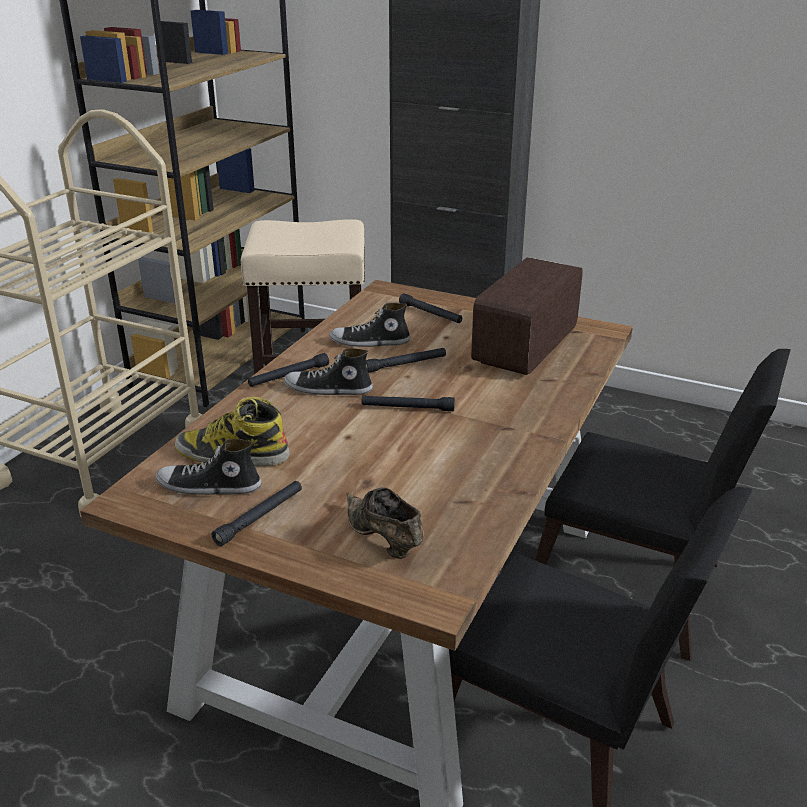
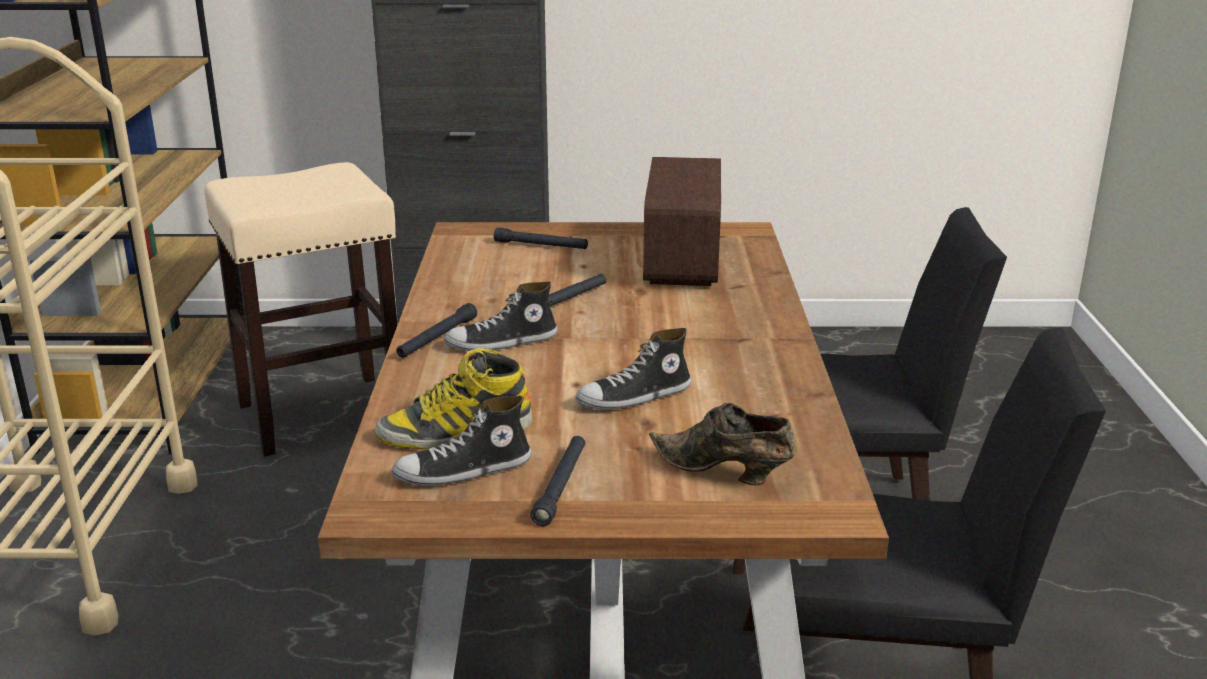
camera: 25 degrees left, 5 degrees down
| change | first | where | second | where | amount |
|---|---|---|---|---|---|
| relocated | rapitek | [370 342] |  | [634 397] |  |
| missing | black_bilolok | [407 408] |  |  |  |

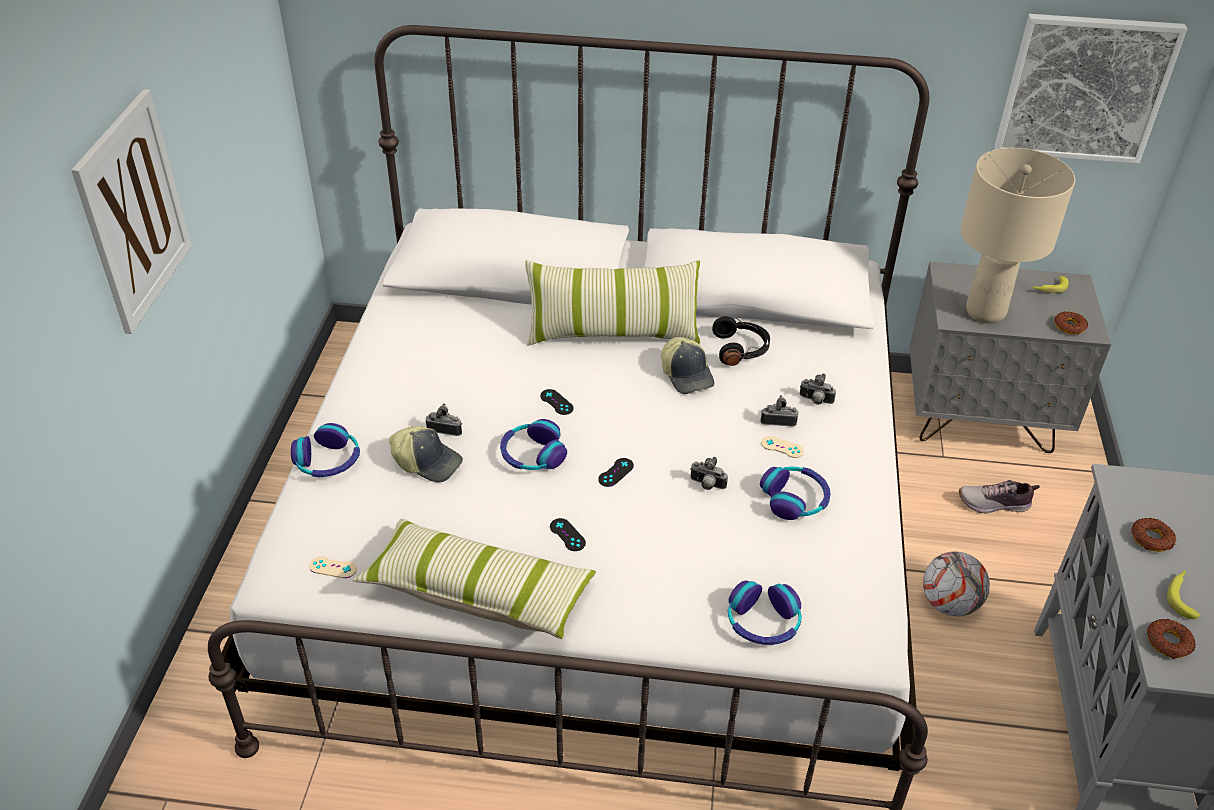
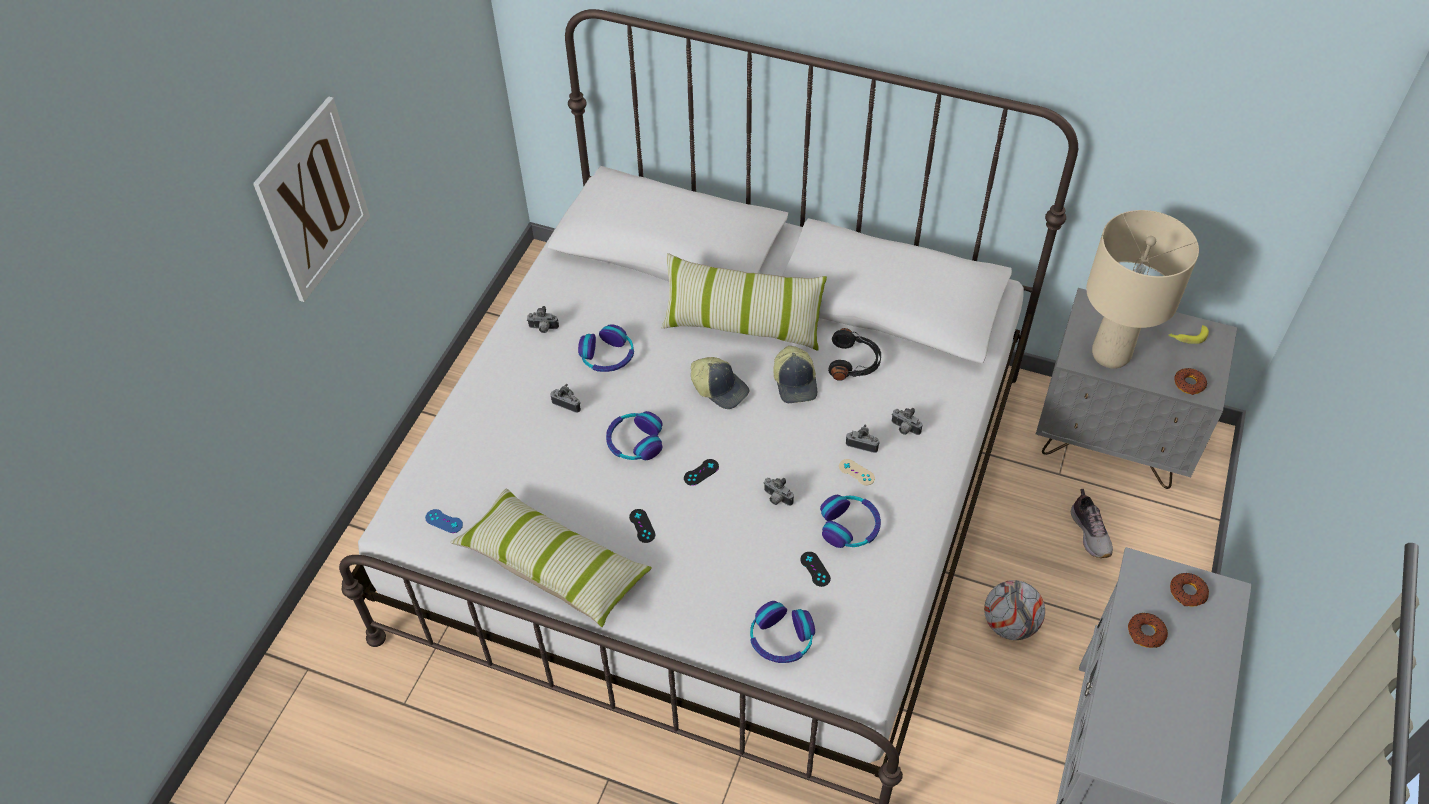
camera: 15 degrees right, 10 degrees up
| change | first | where | second | where | amount |
|---|---|---|---|---|---|
| relocated | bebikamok | [328 461] |  | [607 356] |  |
| colour | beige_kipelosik | [333 567] | blue_kipelosik | [444 521] |  |
| relocated | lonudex | [427 462] |  | [720 388] |  |
| relocated | black_kipelosik | [556 402] |  | [815 569] |  |
| spun | rapitek | [994 504] |  | [1090 532] | 120 degrees counterclockwise |
| missing | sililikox | [1085 88] |  |  |  |
| relocated | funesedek | [1168 642] |  | [1188 592] |  |
| missing | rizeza | [1182 596] |  |  |  |
| appeared |  |  | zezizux | [543 329] |  |

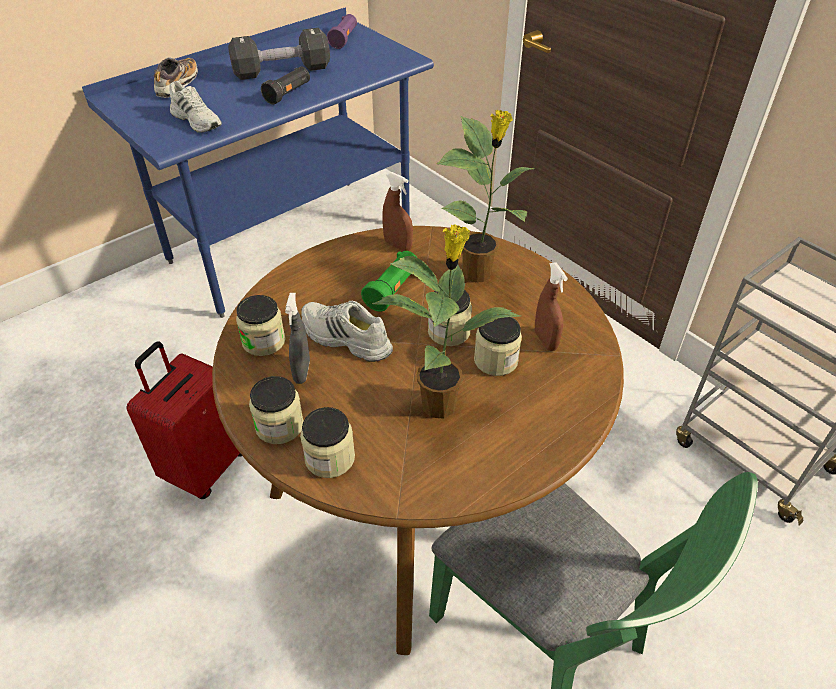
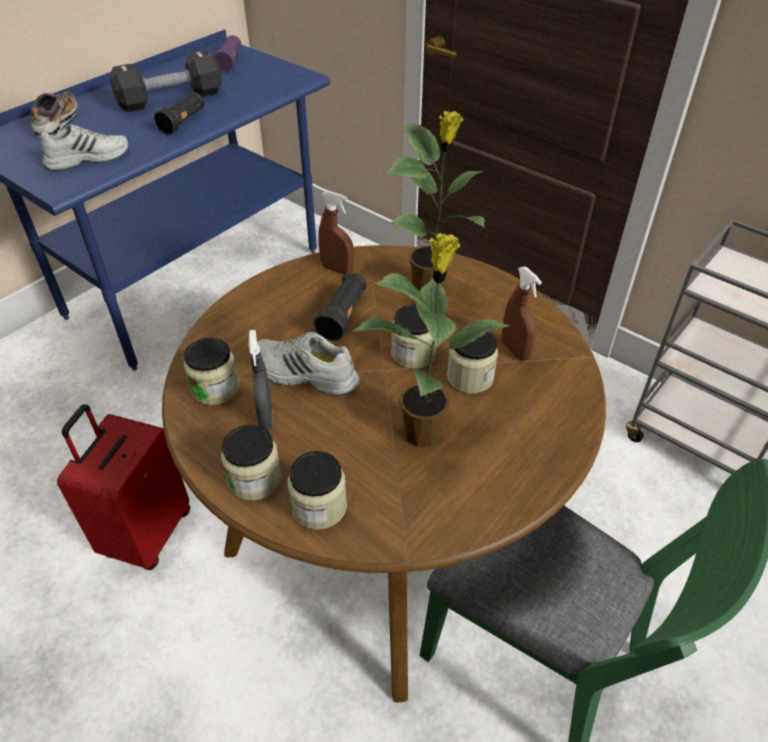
camera: 10 degrees left, 0 degrees up
| change | first | where | second | where | amount |
|---|---|---|---|---|---|
| spun | white_rapitek | [197 120] |  | [88 158] | 60 degrees counterclockwise |
| colour | green_bilolok | [393 290] | black_bilolok | [343 316] |  |

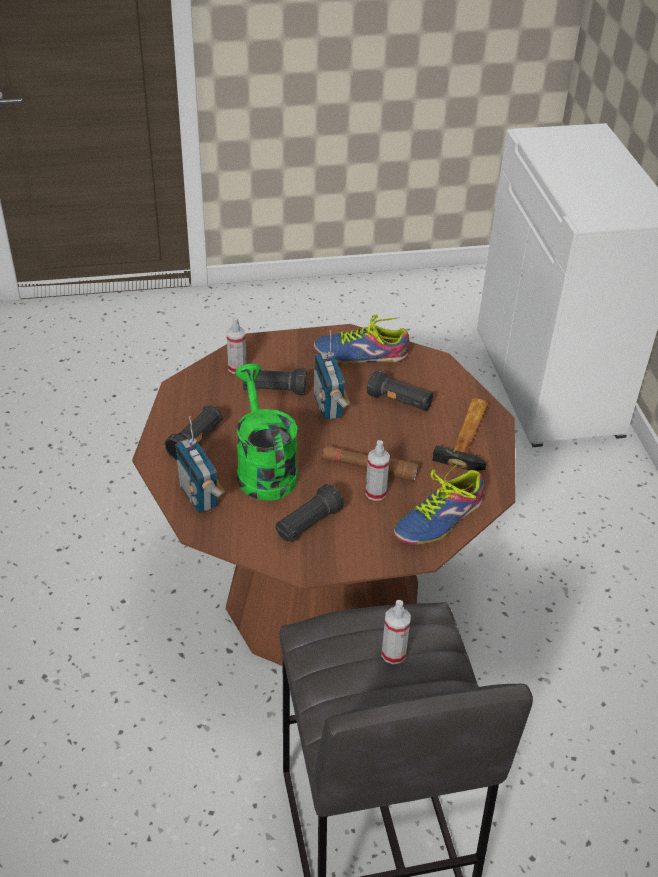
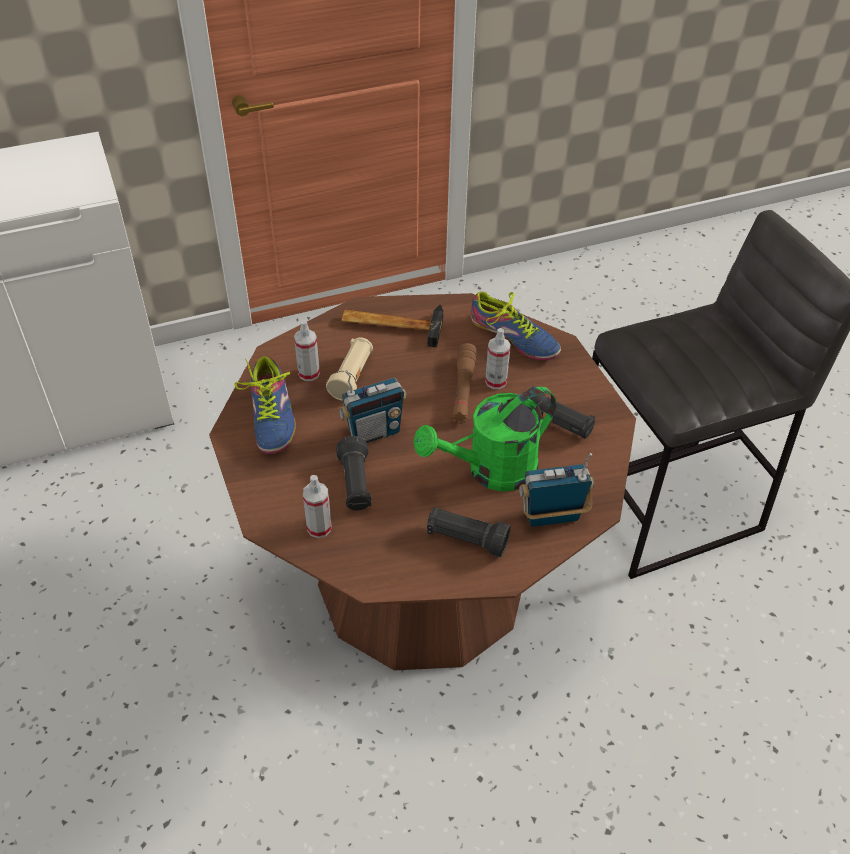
camera: 100 degrees left, 5 degrees up
| change | first | where | second | where | amount |
|---|---|---|---|---|---|
| spun | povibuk | [200 496] |  | [552 517] | 150 degrees counterclockwise |
| colour | black_bilolok | [400 402] | beige_bilolok | [352 377] |  |
| relocated | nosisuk | [393 654] |  | [309 373] |  |

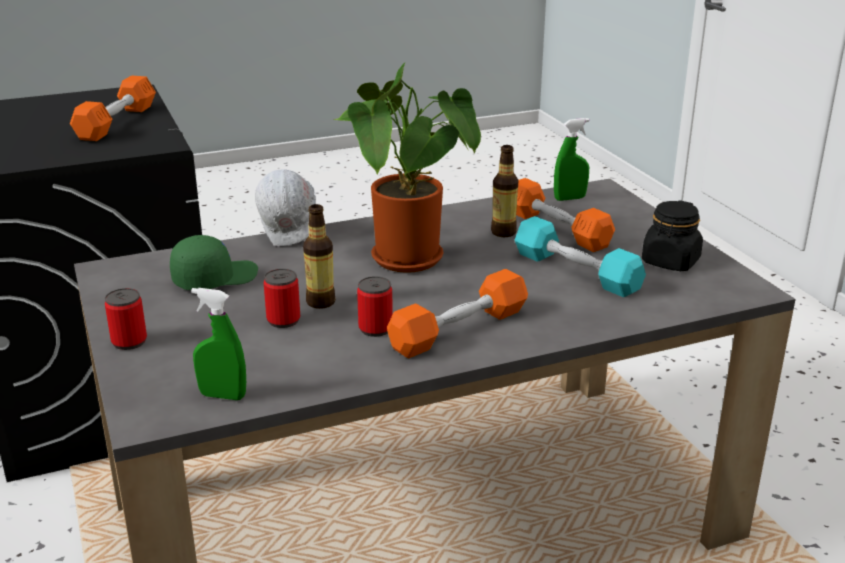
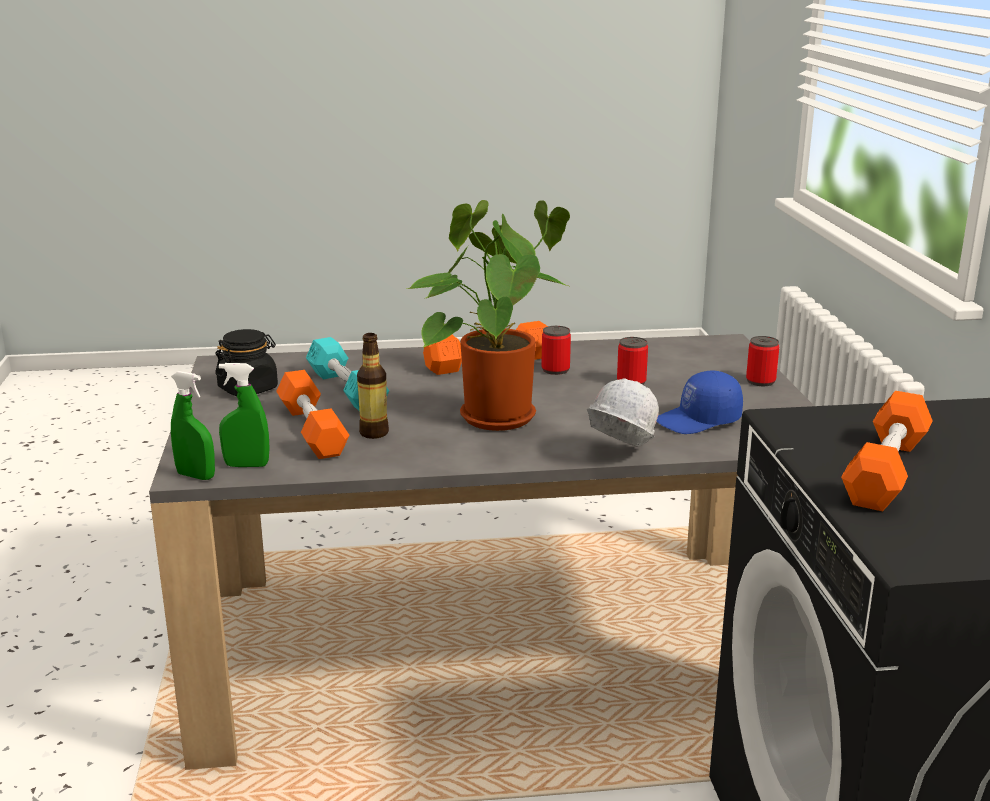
camera: 165 degrees left, 5 degrees down
| change | first | where | second | where | amount |
|---|---|---|---|---|---|
| colour | green_lonudex | [214 278] | blue_lonudex | [699 421] |  |
| relocated | green_nosisuk | [222 396] |  | [196 476] |  |
| missing | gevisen | [320 302] |  |  |  |

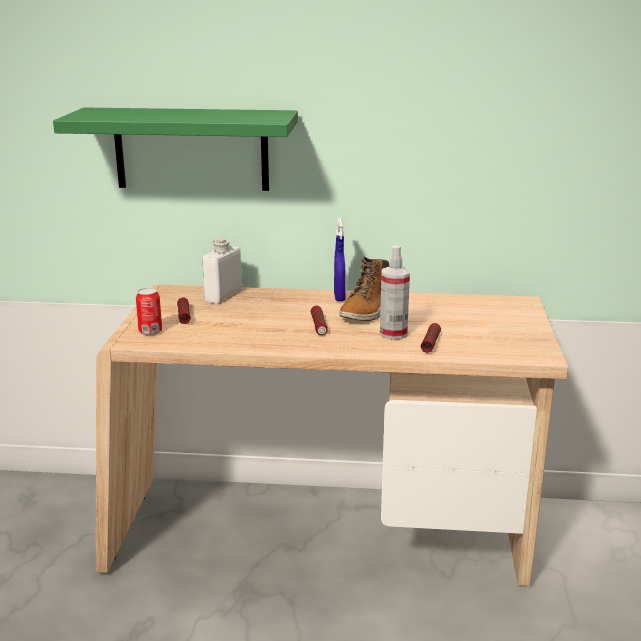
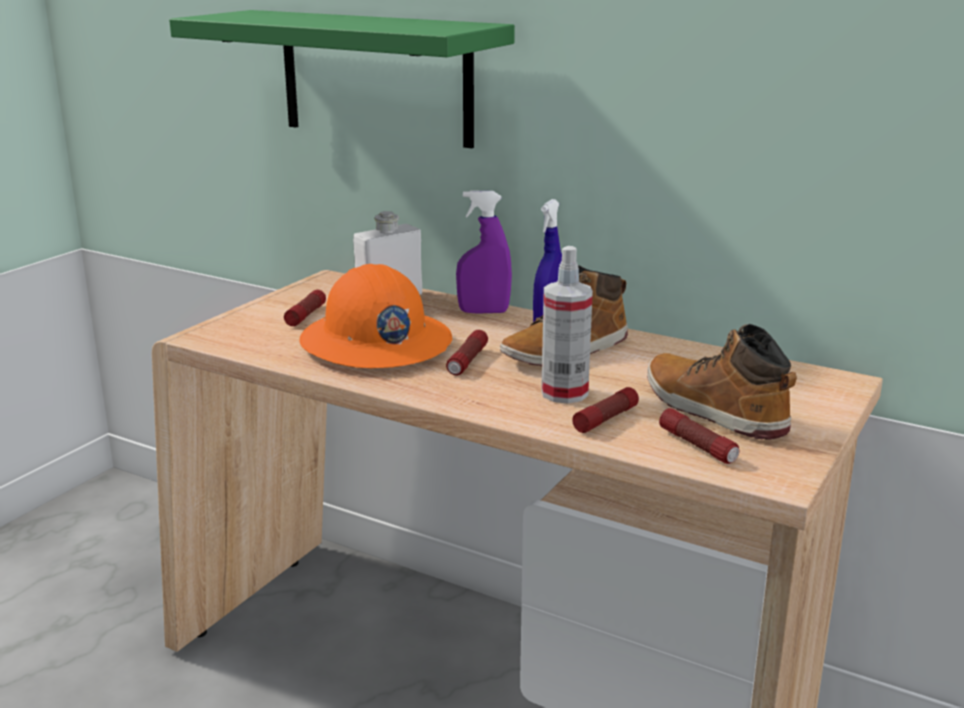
camera: 25 degrees right, 0 degrees up
| change | first | where | second | where | amount |
|---|---|---|---|---|---|
| missing | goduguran | [150 331] |  |  |  |
| appeared |  |  | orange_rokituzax | [375 344] |  |
| appeared |  |  | purple_nosisuk | [483 311] |  |
| appeared |  |  | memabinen | [712 410] |  |
| appeared |  |  | bilolok | [698 446] |  |

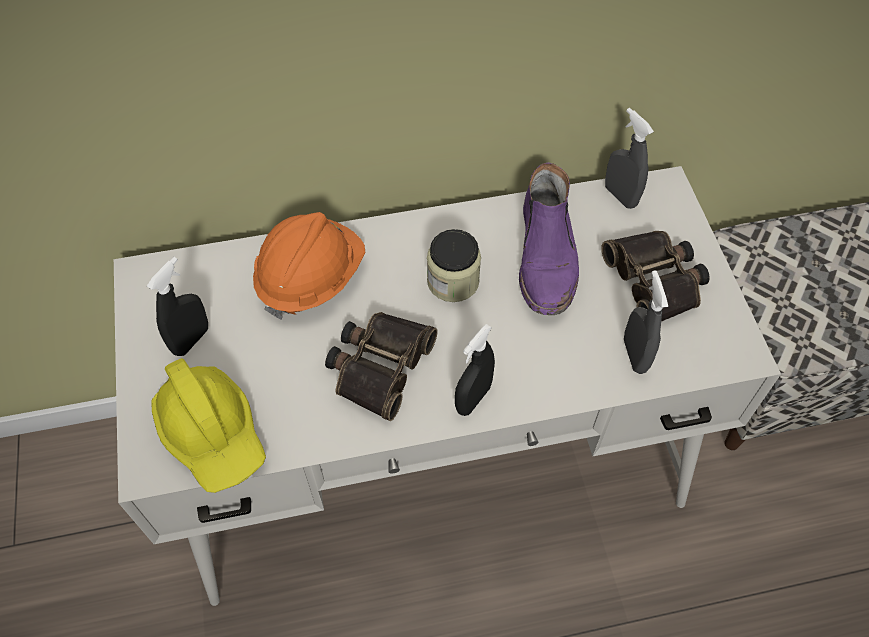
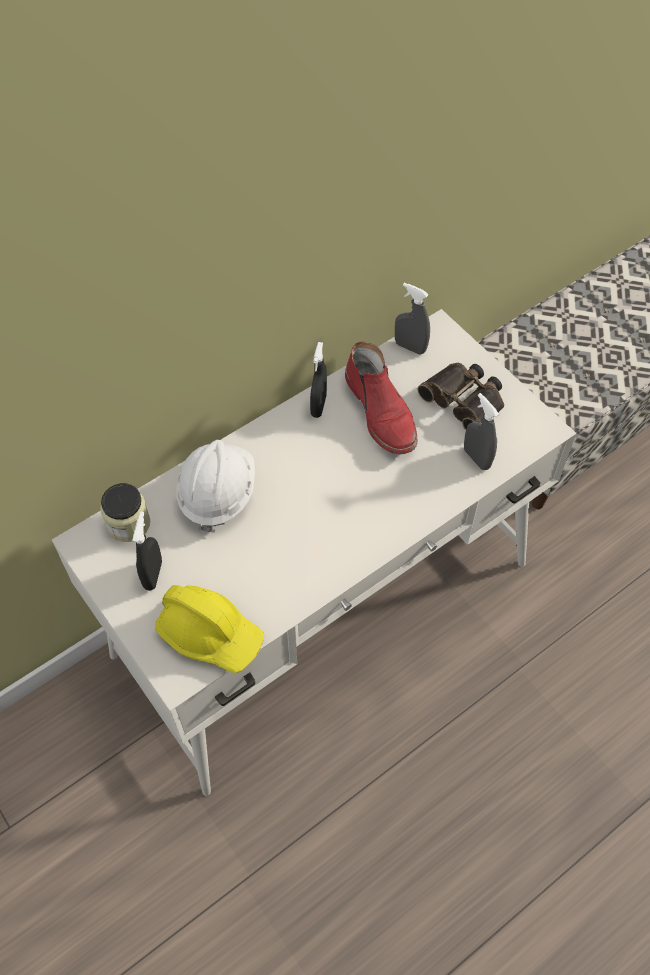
camera: 25 degrees left, 0 degrees up
| change | first | where | second | where | amount |
|---|---|---|---|---|---|
| colour | orange_rokituzax | [311 278] | white_rokituzax | [217 494] |  |
| missing | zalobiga | [379 365] |  |  |  |
| relocated | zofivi | [453 281] |  | [128 524] |  |
| relocated | black_nosisuk | [473 399] |  | [318 406] |  |
| colour | purple_memabinen | [547 257] | red_memabinen | [381 412] |  |

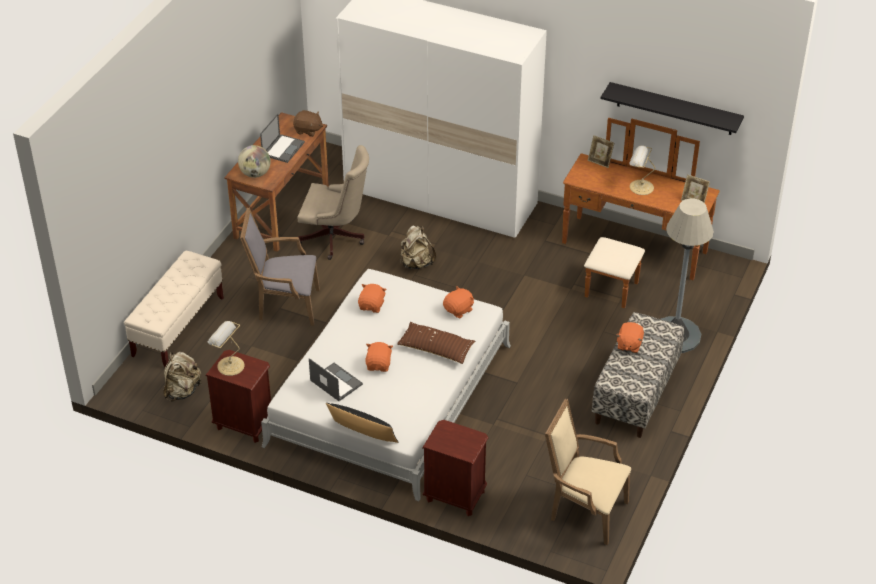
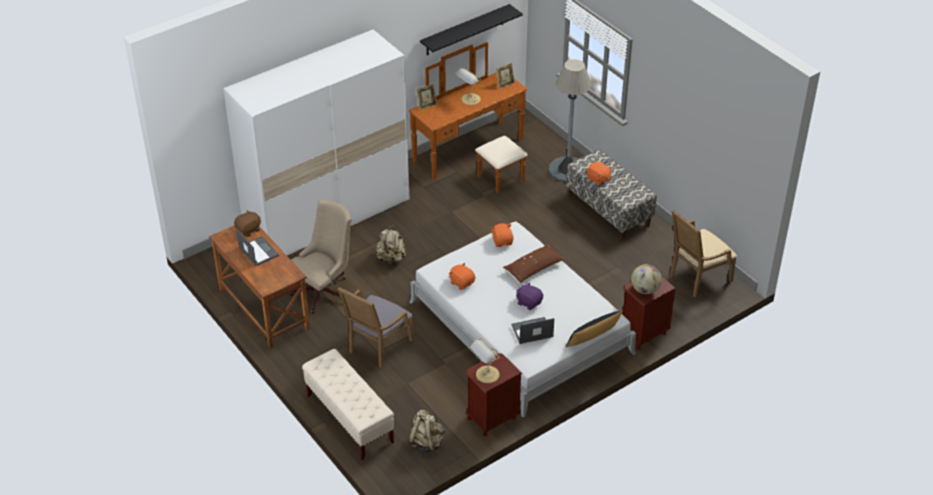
camera: 60 degrees left, 0 degrees up
| change | first | where | second | where | amount |
|---|---|---|---|---|---|
| relocated | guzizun | [255 174] |  | [645 290] |  |
| colour | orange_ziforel | [379 365] | purple_ziforel | [529 302] |  |

